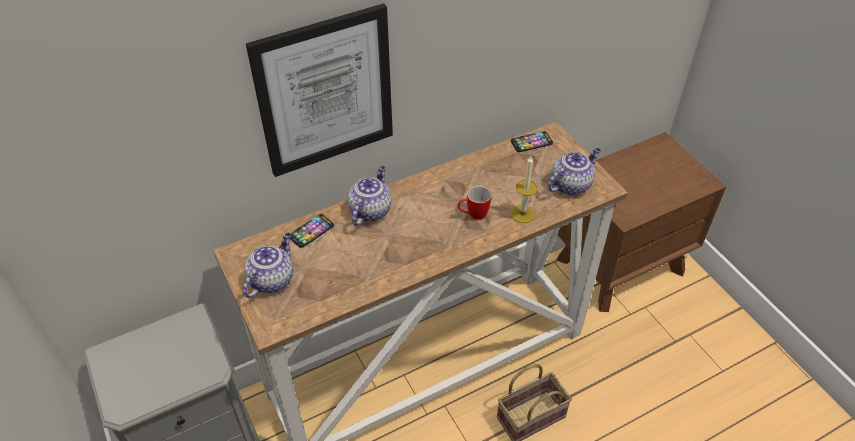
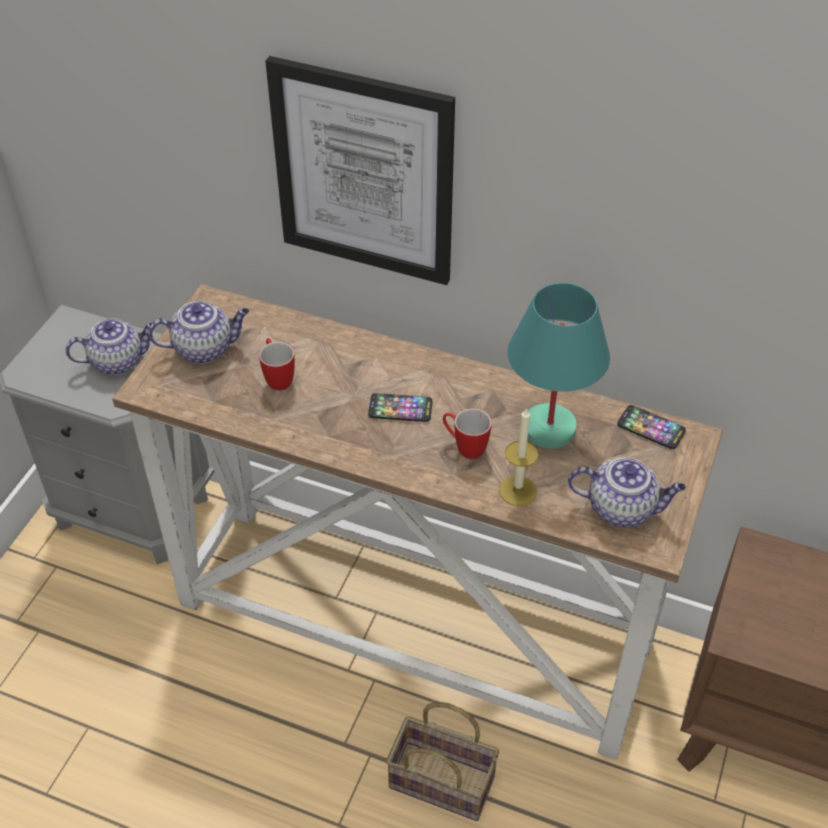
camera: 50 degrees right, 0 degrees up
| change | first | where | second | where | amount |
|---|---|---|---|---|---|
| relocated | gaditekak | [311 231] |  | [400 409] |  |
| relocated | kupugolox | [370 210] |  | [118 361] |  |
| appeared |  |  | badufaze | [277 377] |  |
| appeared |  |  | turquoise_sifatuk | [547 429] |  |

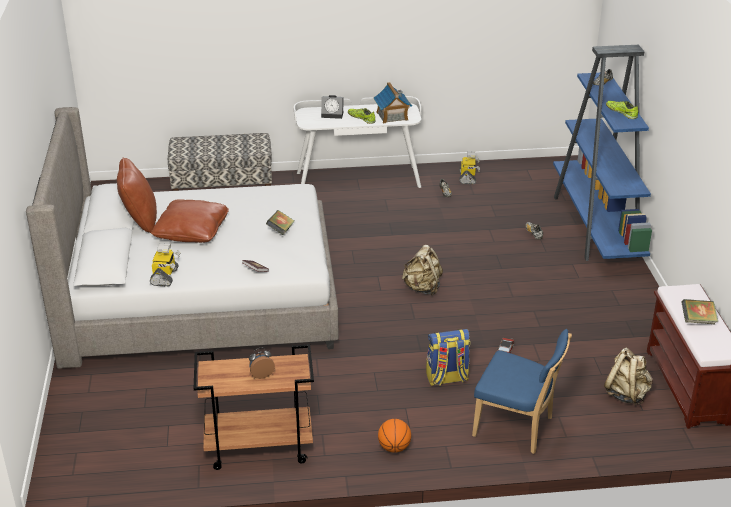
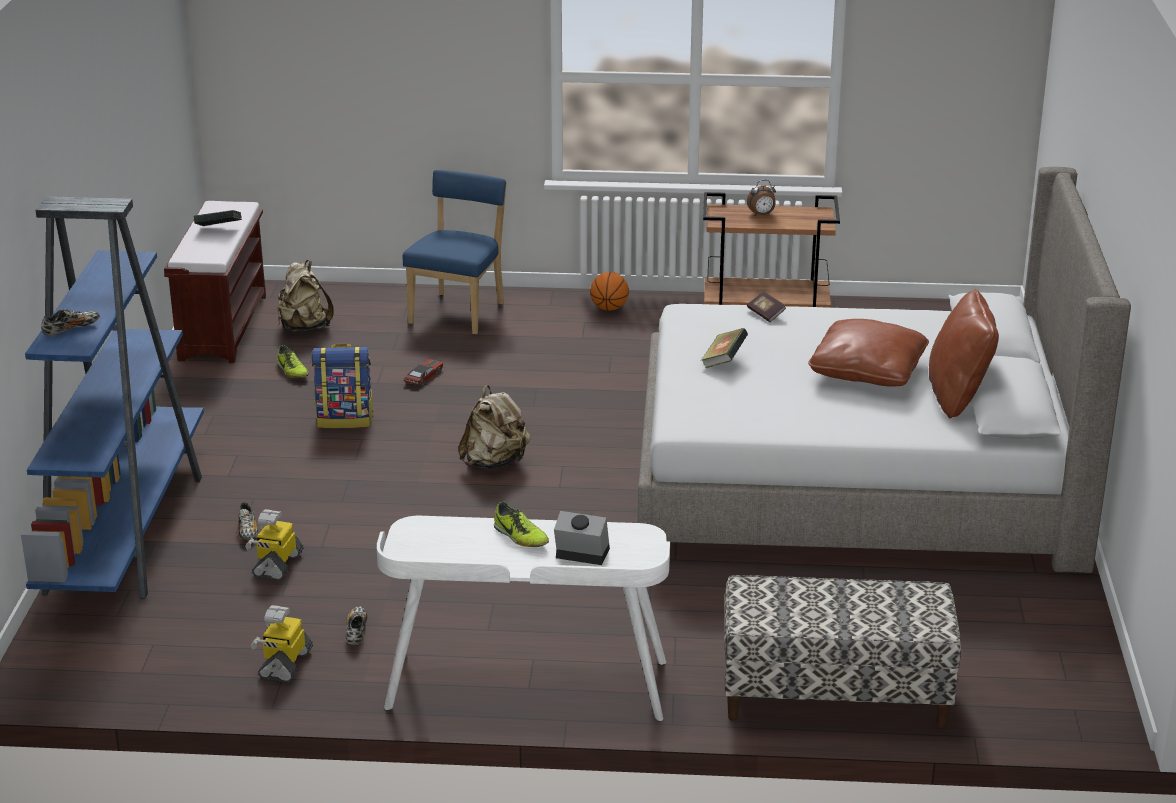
camera: 170 degrees left, 5 degrees down
| change | first | where | second | where | amount |
|---|---|---|---|---|---|
| relocated | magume | [165 277] |  | [277 564] |  |
| missing | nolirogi | [392 116] |  |  |  |
| relocated | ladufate | [447 378] |  | [345 419] |  |
| spun | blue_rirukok | [516 428] |  | [459 312] | 75 degrees clockwise |
| relocated | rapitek | [621 112] |  | [292 372] |  |

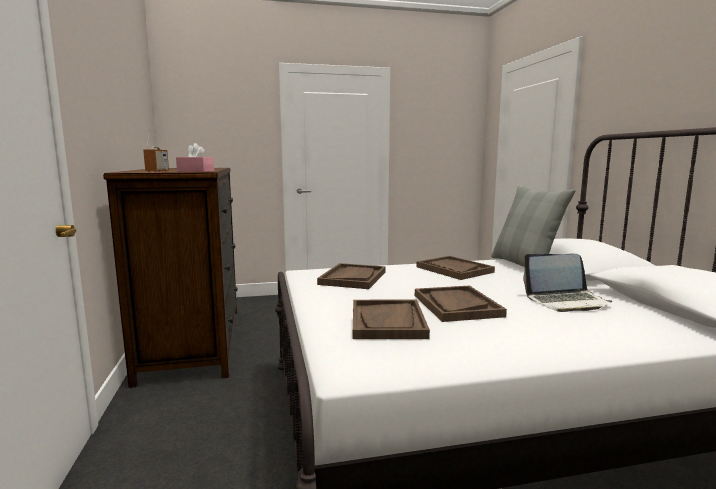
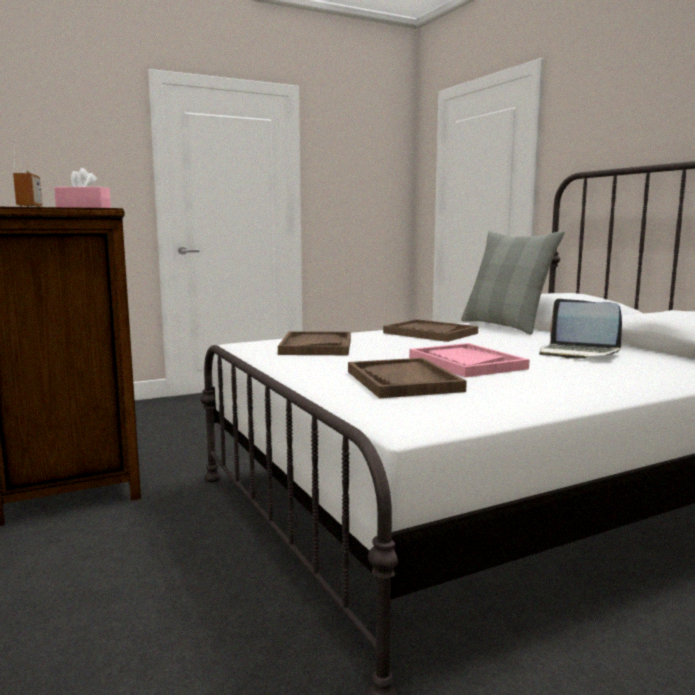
camera: 15 degrees left, 0 degrees up
| change | first | where | second | where | amount |
|---|---|---|---|---|---|
| colour | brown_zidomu | [456 305] | pink_zidomu | [466 363] |  |
| spun | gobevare | [566 301] |  | [577 353] | 60 degrees clockwise |

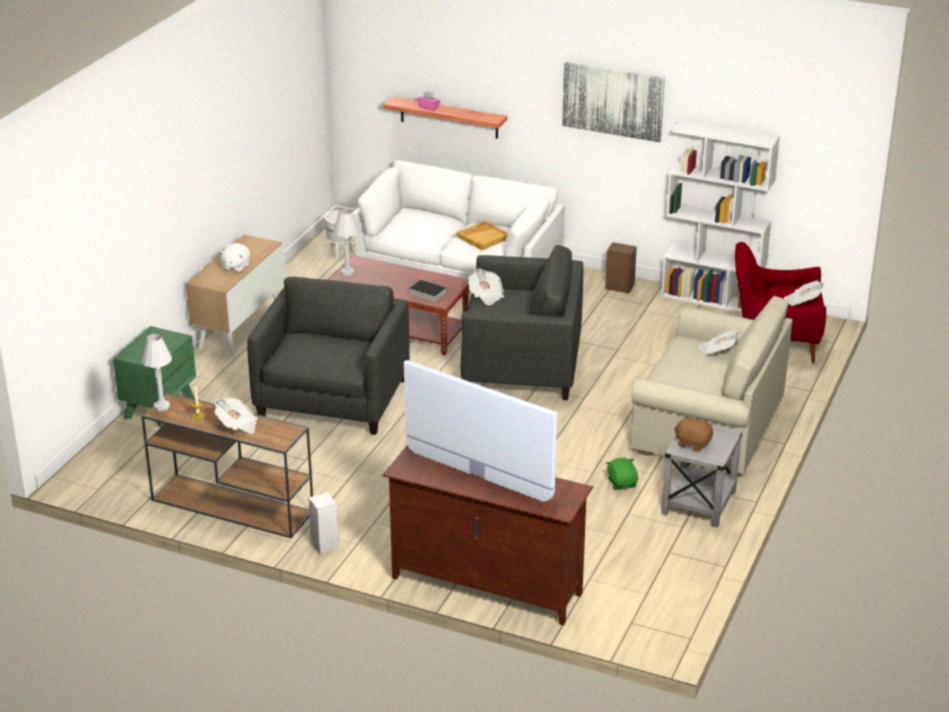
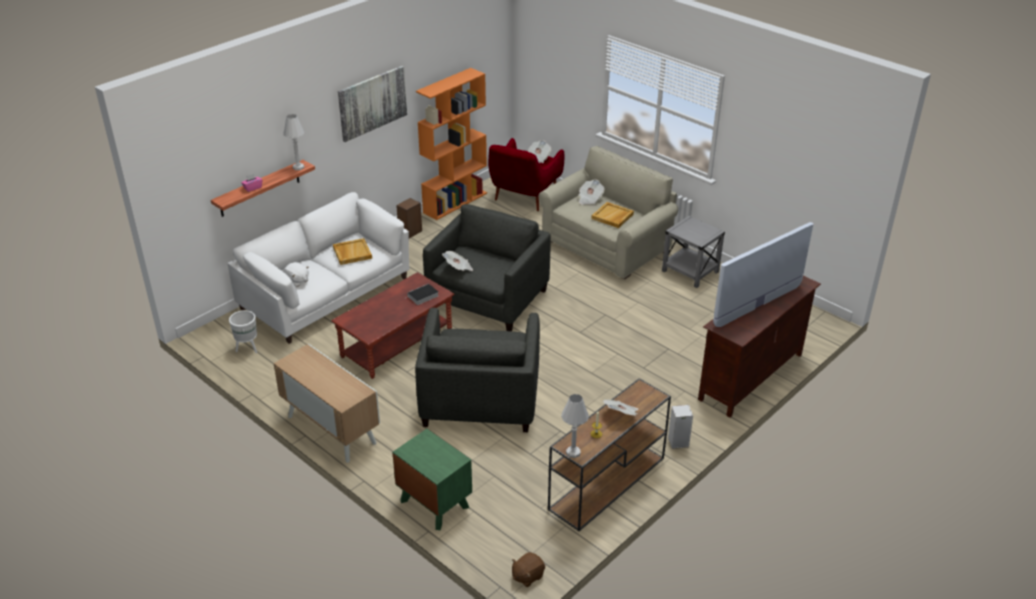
camera: 70 degrees left, 5 degrees up
| change | first | where | second | where | amount |
|---|---|---|---|---|---|
| relocated | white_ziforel | [235 267] |  | [297 281] |  |
| spun | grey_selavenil | [333 399] |  | [480 399] | 120 degrees counterclockwise |
| relocated | white_sifatuk | [347 273] |  | [298 167] |  |
| missing | green_ziforel | [622 483] |  |  |  |
| colour | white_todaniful | [712 299] | orange_todaniful | [455 202] |  |
| relocated | brown_ziforel | [693 443] |  | [527 576] |  |
| appeared |  |  | beige_zidomu | [612 216] |  |

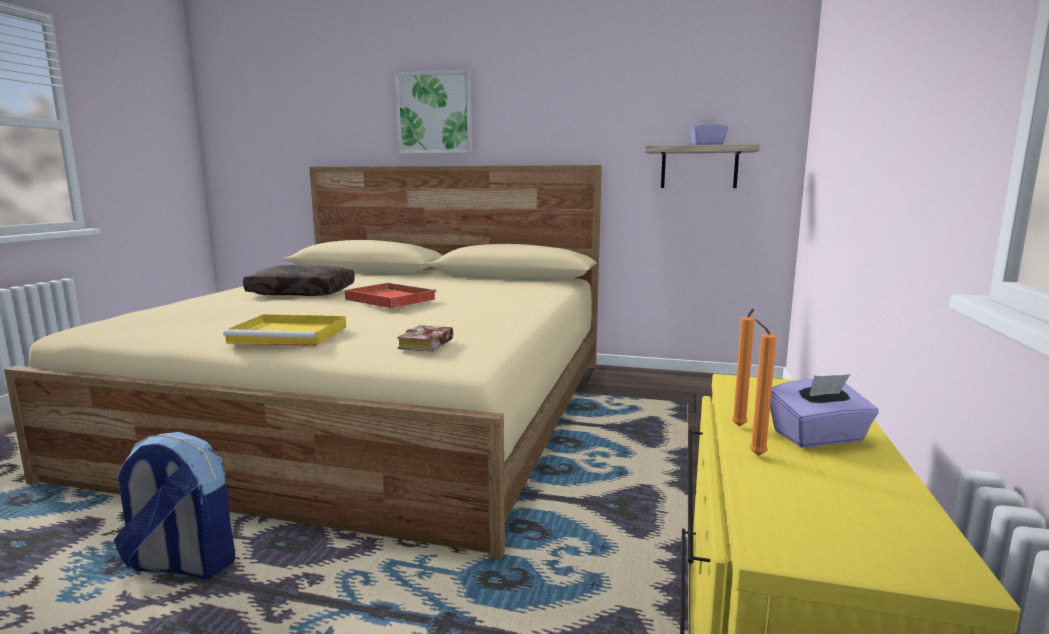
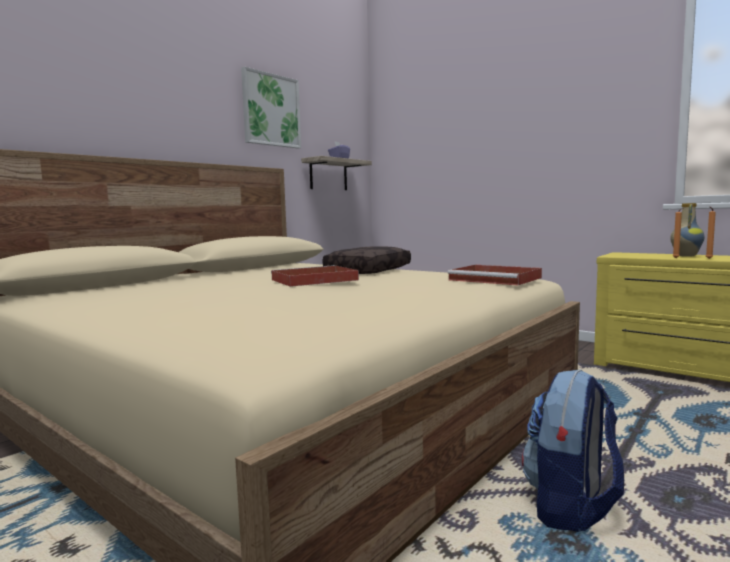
camera: 65 degrees left, 5 degrees down
| change | first | where | second | where | amount |
|---|---|---|---|---|---|
| missing | yellow_zidomu | [291 335] |  |  |  |
| relocated | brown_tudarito | [303 292] |  | [367 270] |  |
| relocated | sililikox | [434 113] |  | [271 110] |  |
| exchanged | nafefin | [427 345] | red_zidomu | [496 279] |  |
| exchanged | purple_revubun | [818 437] | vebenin | [685 256] |  |

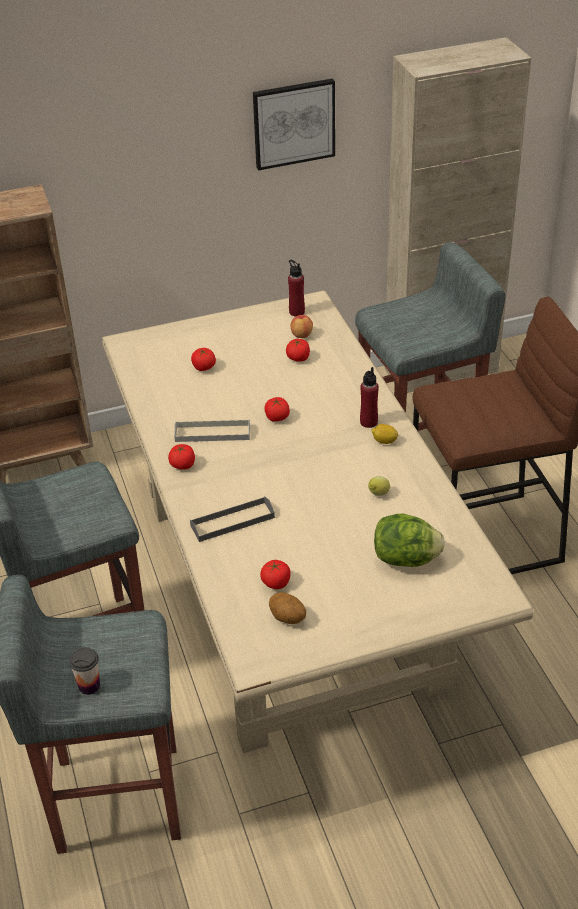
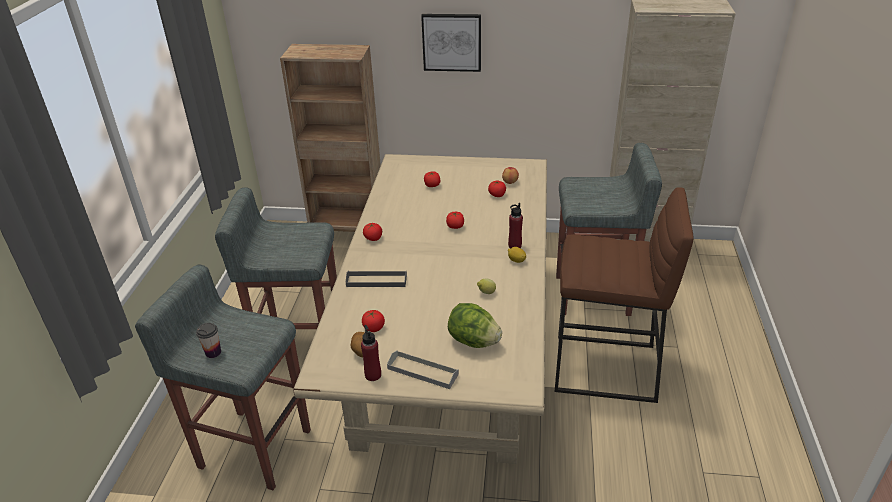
camera: 25 degrees right, 5 degrees down
| change | first | where | second | where | amount |
|---|---|---|---|---|---|
| relocated | grey_zidomu | [212 433] |  | [422 371] |  |
| relocated | sililikox | [293 123] |  | [452 42] |  |
| relocated | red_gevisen | [296 312] |  | [373 375] |  |

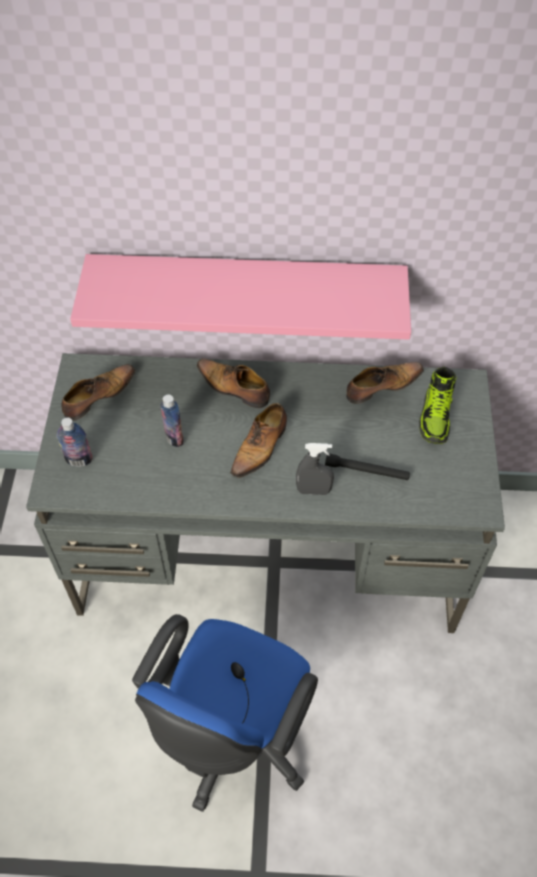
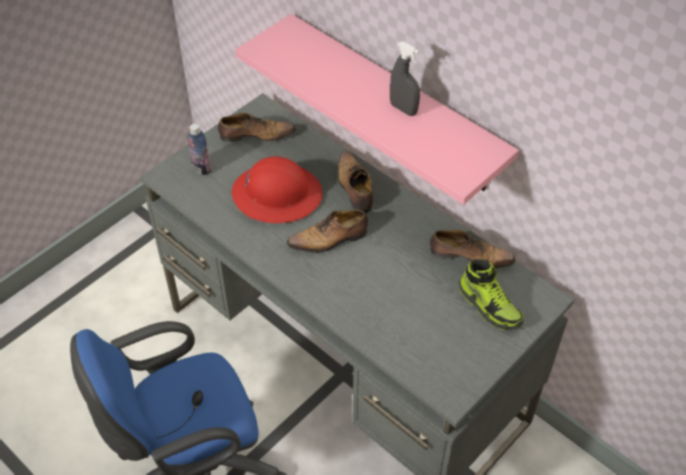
camera: 40 degrees right, 5 degrees down
| change | first | where | second | where | amount |
|---|---|---|---|---|---|
| exchanged | gevisen | [174 438] | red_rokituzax | [277 194] |  |
| relocated | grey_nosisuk | [313 490] |  | [403 109] |  |
| missing | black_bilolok | [366 471] |  |  |  |
| spun | rapitek | [435 416] |  | [489 306] | 90 degrees counterclockwise |

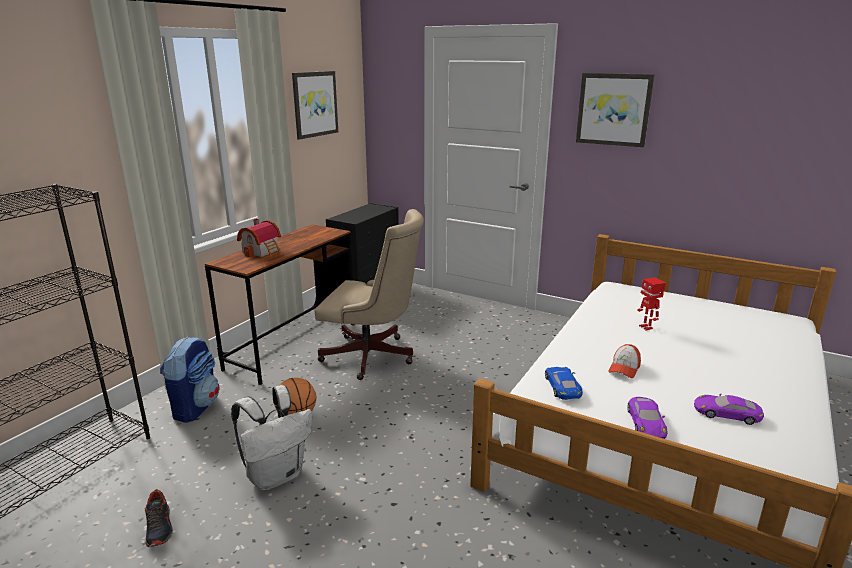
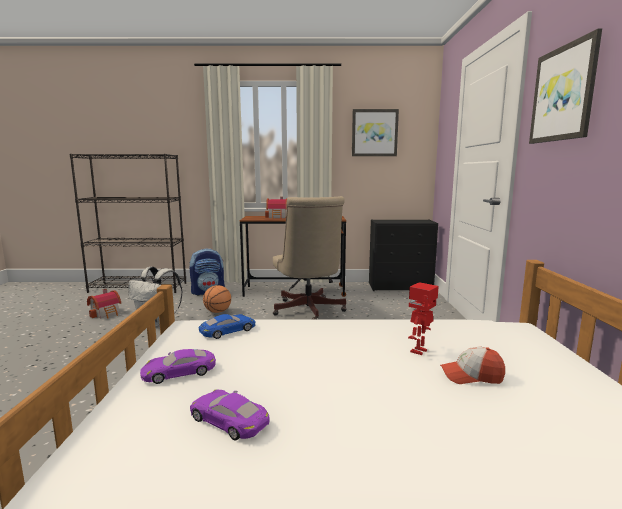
camera: 60 degrees right, 10 degrees down
| change | first | where | second | where | amount |
|---|---|---|---|---|---|
| exchanged | rapitek | [159 527] | nolirogi | [106 313] |  |
| relocated | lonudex | [624 368] |  | [471 376] |  |
| spun | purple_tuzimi | [726 413] |  | [229 420] | 45 degrees counterclockwise |

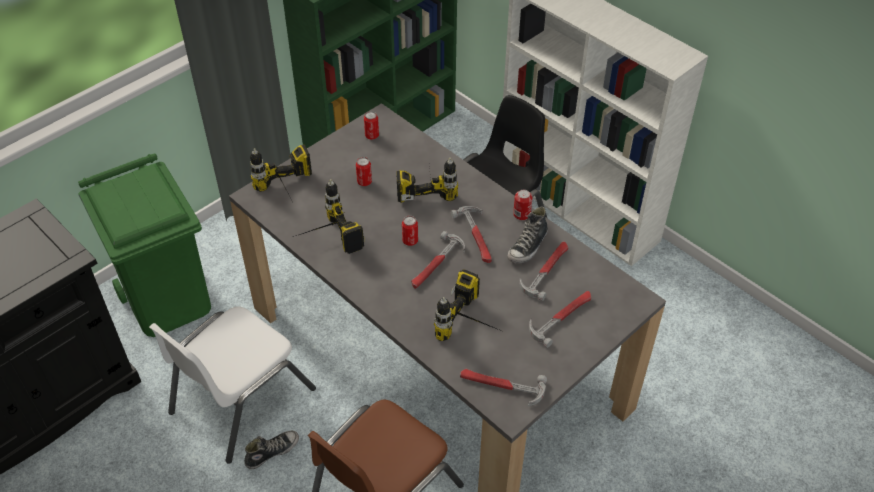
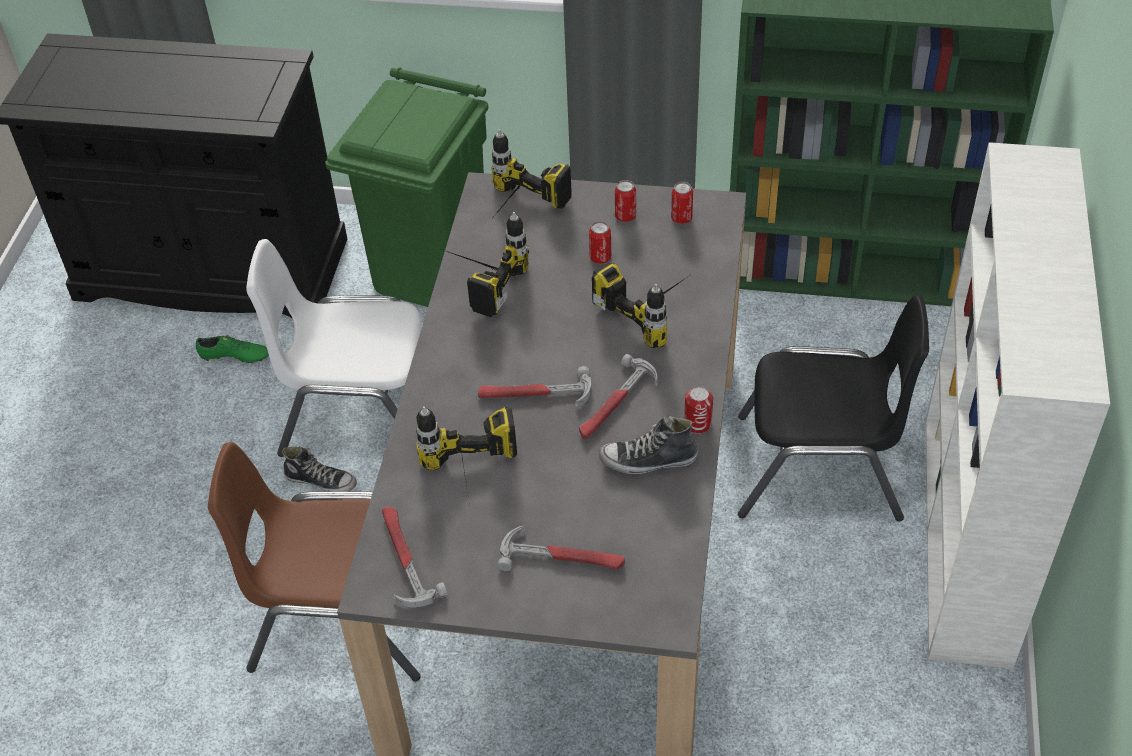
camera: 55 degrees right, 0 degrees up
| change | first | where | second | where | amount |
|---|---|---|---|---|---|
| relocated | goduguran | [410 241] |  | [625 216] |  |
| missing | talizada | [546 270] |  |  |  |
| appeared |  |  | green_rapitek | [234 357] |  |

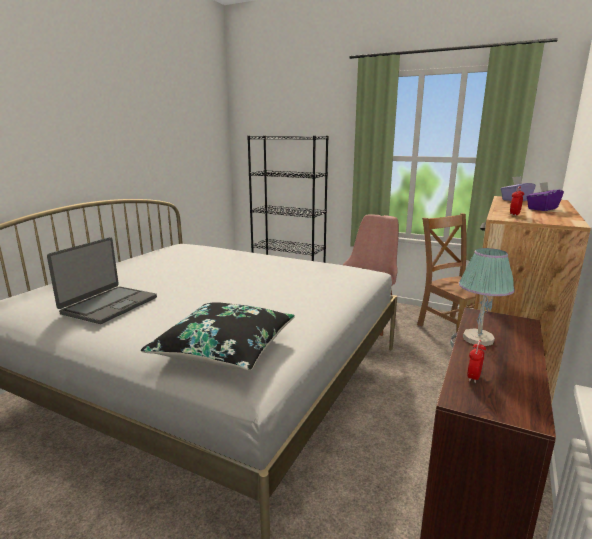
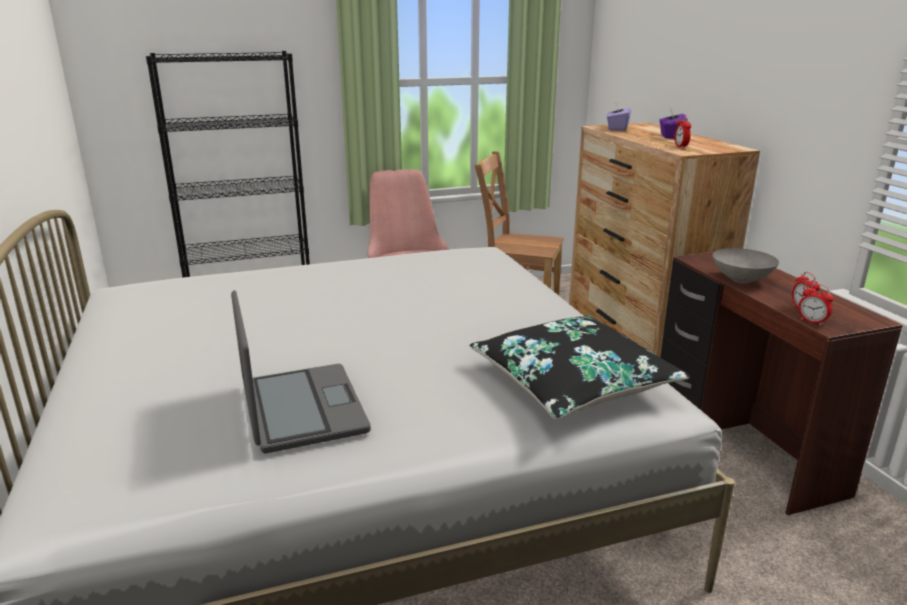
camera: 45 degrees left, 5 degrees up
| change | first | where | second | where | amount |
|---|---|---|---|---|---|
| exchanged | sifatuk | [477 339] | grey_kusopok | [740 279] |  |
| appeared |  |  | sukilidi | [812 321] |  |

